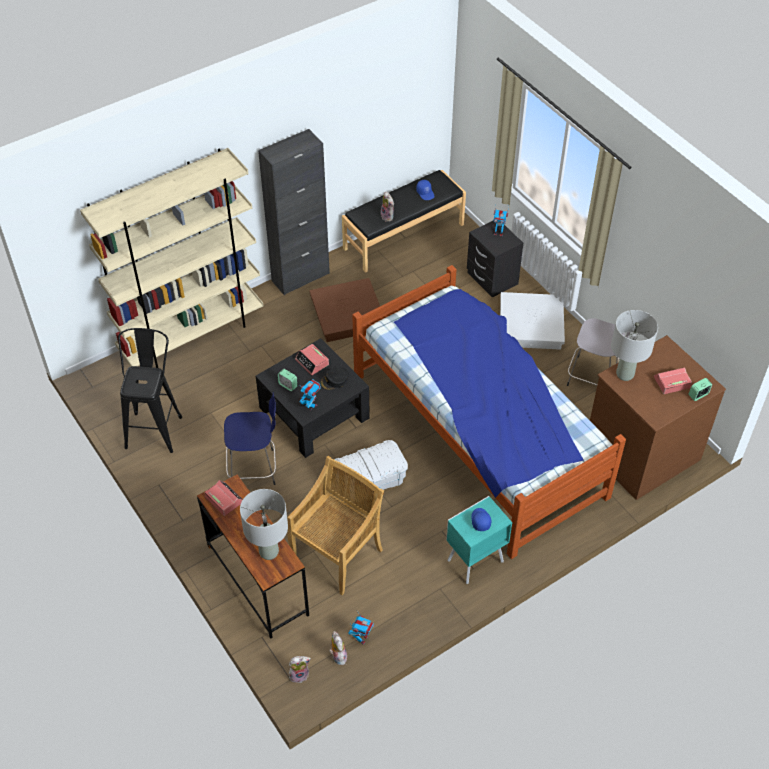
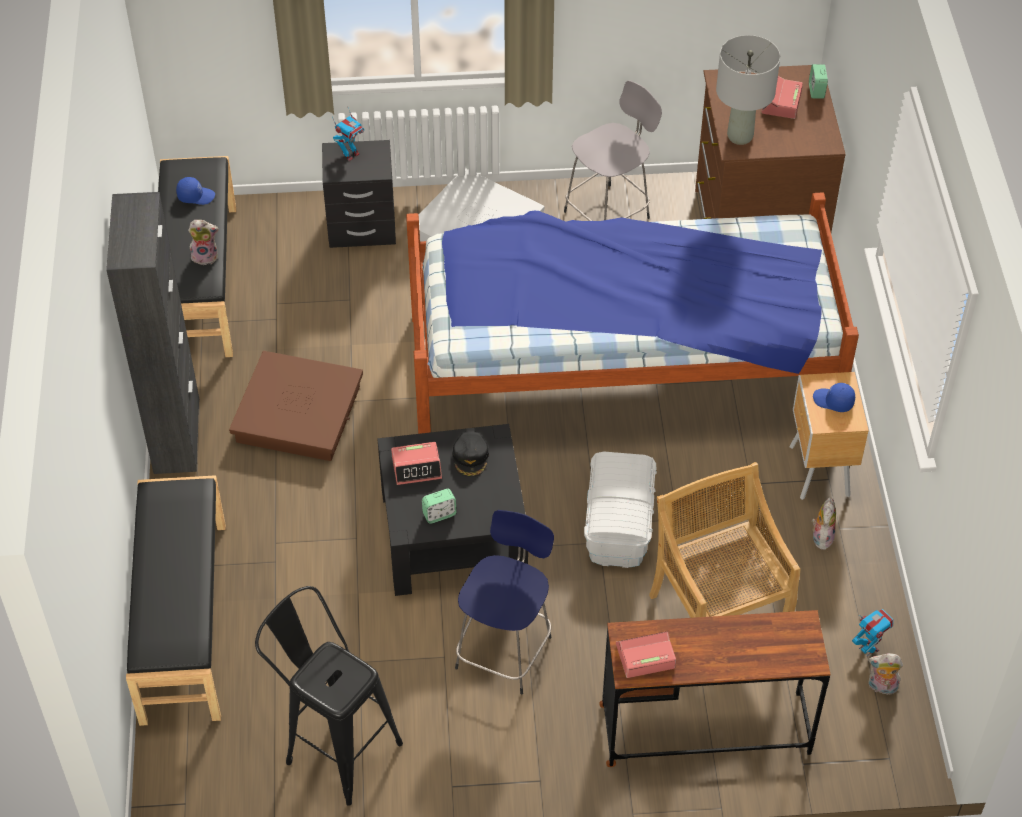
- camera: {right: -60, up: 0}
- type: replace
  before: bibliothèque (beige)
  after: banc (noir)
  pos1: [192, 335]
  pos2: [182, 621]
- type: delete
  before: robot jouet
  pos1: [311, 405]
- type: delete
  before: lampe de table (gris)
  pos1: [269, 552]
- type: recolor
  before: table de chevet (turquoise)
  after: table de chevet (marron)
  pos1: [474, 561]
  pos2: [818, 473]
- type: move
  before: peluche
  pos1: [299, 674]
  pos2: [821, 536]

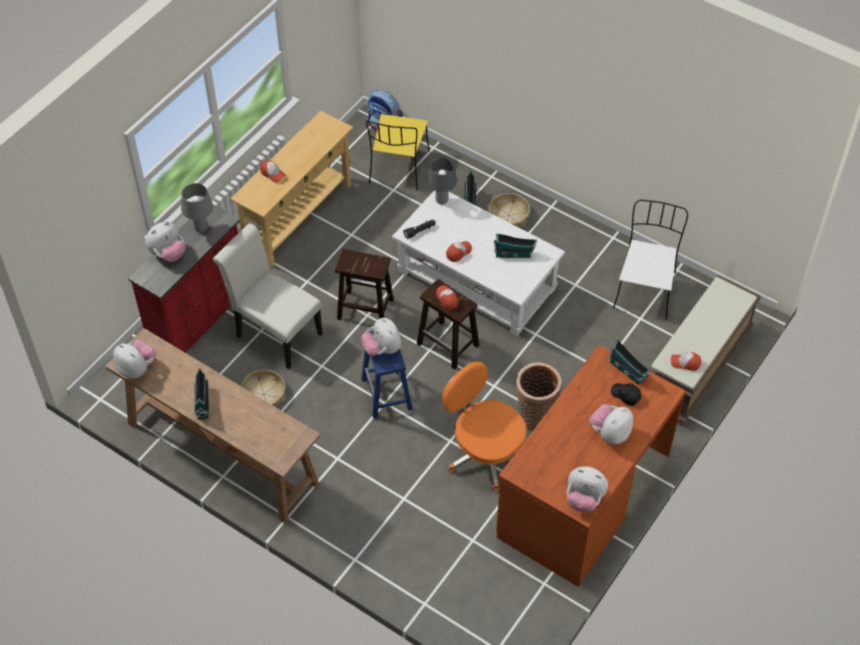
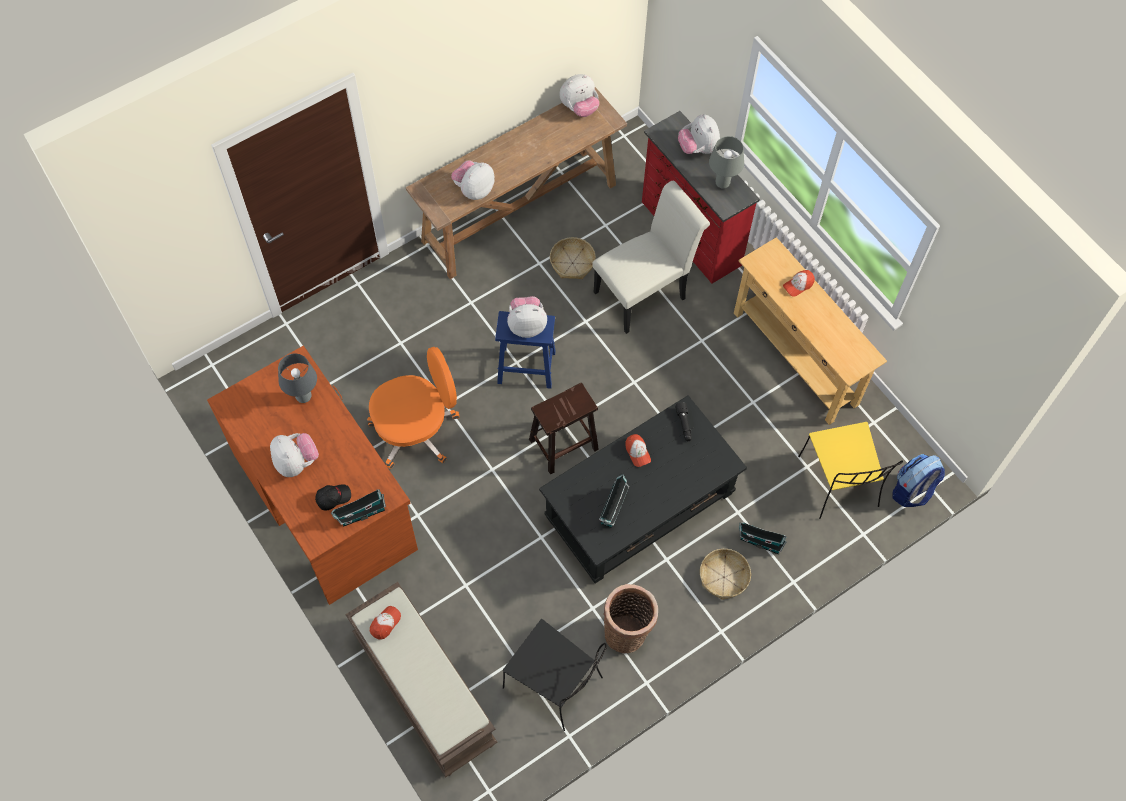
- camera: {right: 110, up: 10}
- type: rotate
  before: chaise (jaune)
  pos1: [398, 168]
  pos2: [839, 483]
  turn: -135
- type: move
  before: lampe de table (gris)
  pos1: [441, 201]
  pos2: [303, 397]
- type: recolor
  before: table basse (blanc)
  after: table basse (noir)
  pos1: [476, 280]
  pos2: [640, 505]
- type: recolor
  before: chaise (blanc)
  after: chaise (noir)
  pos1: [645, 289]
  pos2: [555, 684]
- type: delete
  before: tabouret (marron)
  pos1: [364, 309]
- type: delete
  before: casquette
  pos1: [447, 299]
- type: move
  before: panier
  pos1: [535, 416]
  pos2: [627, 632]
- type: delete
  before: maison miniature
  pos1: [202, 401]
- type: move
  before: peluche
  pos1: [584, 499]
  pos2: [474, 190]

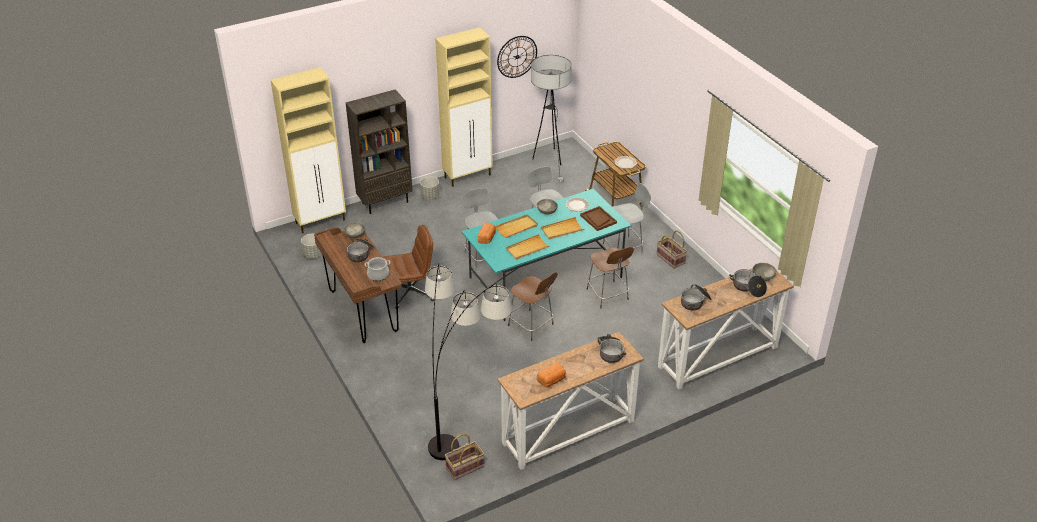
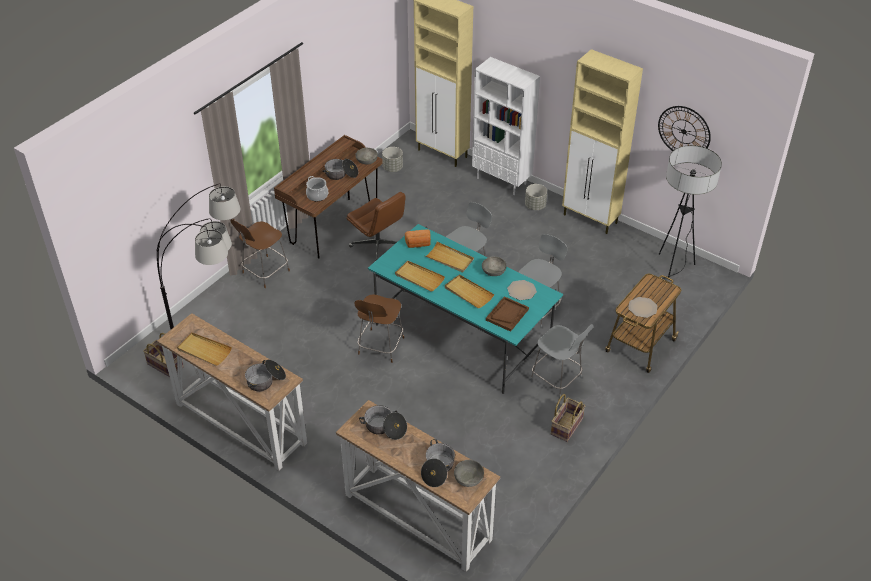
- camera: {right: 65, up: 5}
- type: recolor
  before: bibliothèque (marron)
  after: bibliothèque (blanc)
  pos1: [385, 202]
  pos2: [502, 181]
- type: move
  before: chaise (marron)
  pos1: [608, 295]
  pos2: [264, 273]
- type: replace
  before: pain
  after: plateau (beige)
  pos1: [552, 380]
  pos2: [204, 350]

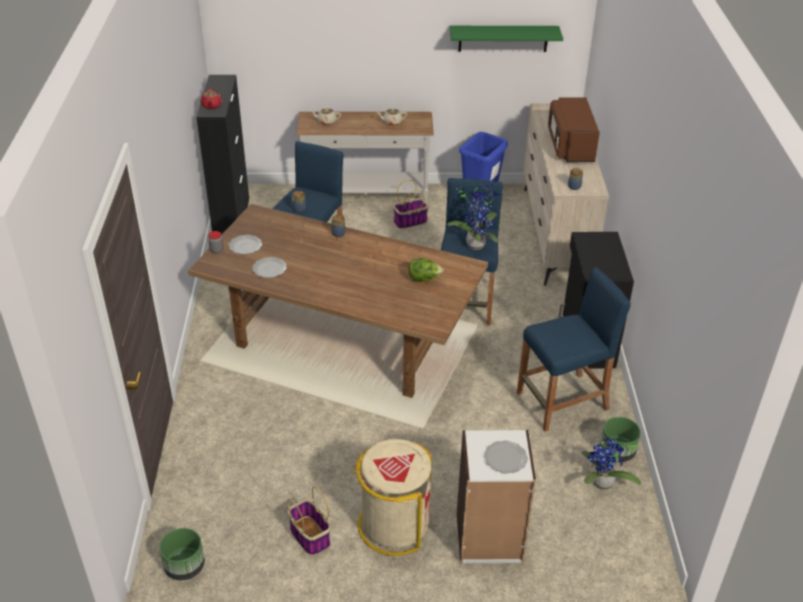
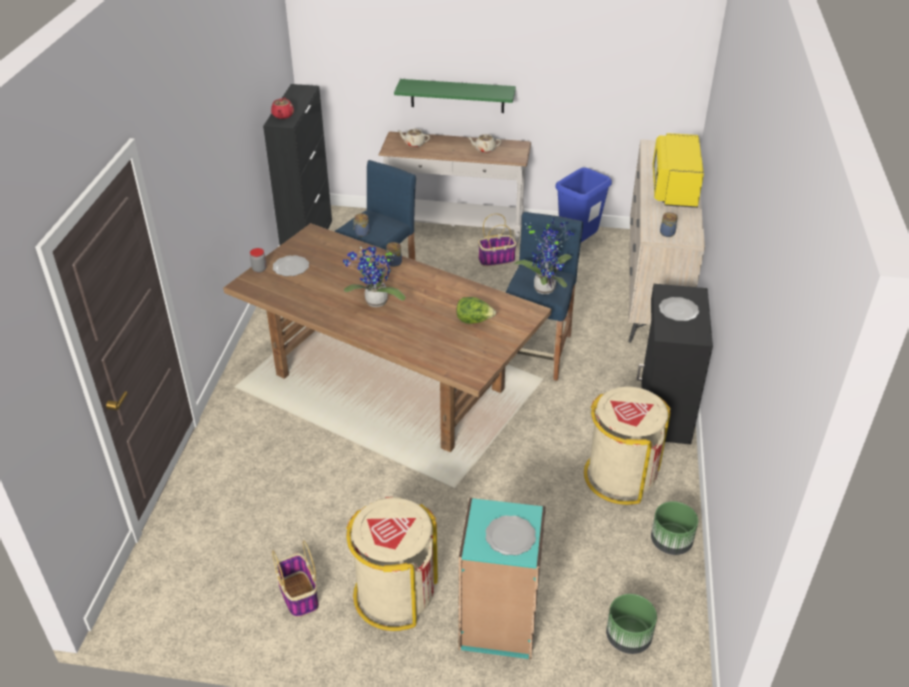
- camera: {right: 10, up: 0}
- type: move
  before: étagère (vert)
  pos1: [503, 38]
  pos2: [457, 96]
- type: recolor
  before: micro-ondes (marron)
  after: micro-ondes (jaune)
  pos1: [570, 146]
  pos2: [674, 188]
- type: move
  before: assiette
  pos1: [269, 268]
  pos2: [678, 310]
- type: replace
  before: tabouret (bleu)
  after: poubelle (beige)
  pos1: [563, 401]
  pos2: [620, 476]
- type: recolor
  before: bibliothèque (blanc)
  after: bibliothèque (turquoise)
  pos1: [489, 538]
  pos2: [498, 625]
- type: move
  before: plante en pot
  pos1: [602, 484]
  pos2: [374, 303]
- type: move
  before: cache-pot (vert)
  pos1: [184, 567]
  pos2: [628, 638]

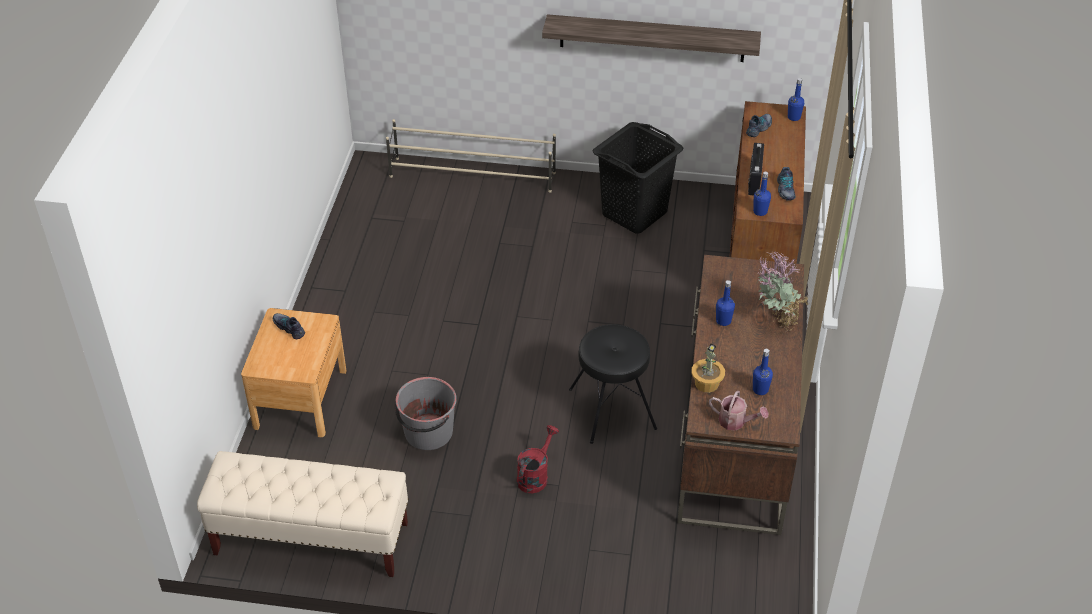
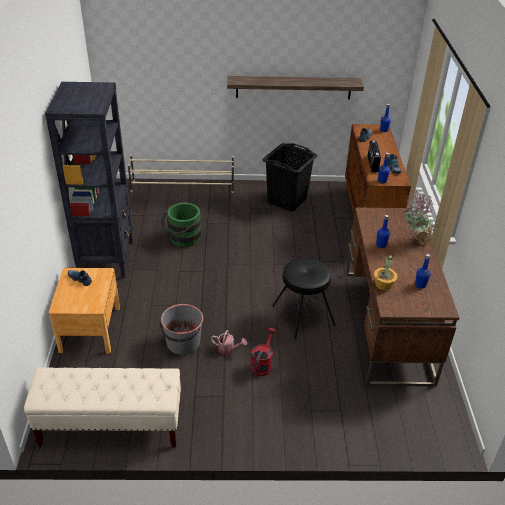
- camera: {right: -10, up: -5}
- type: move
  before: arrosoir
  pos1: [736, 422]
  pos2: [228, 349]
- type: insert
  after: bibliothèque (noir)
  pos2: [107, 258]
- type: insert
  after: seau (vert)
  pos2: [182, 239]

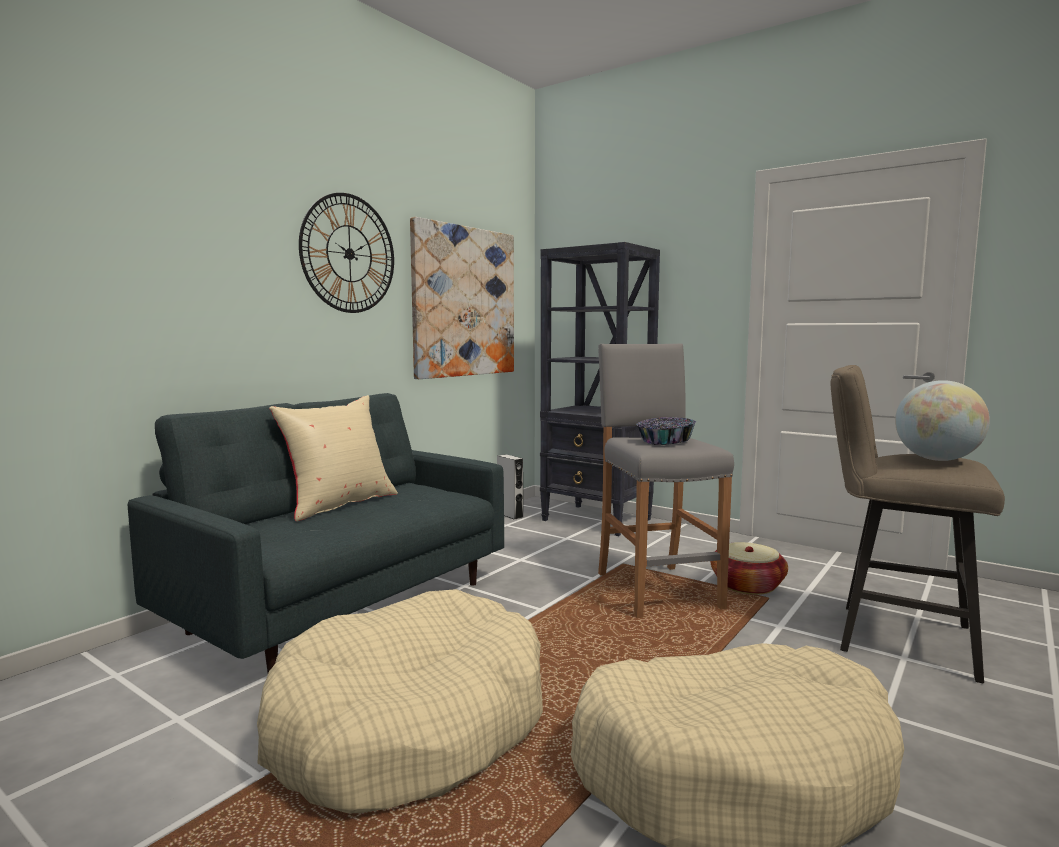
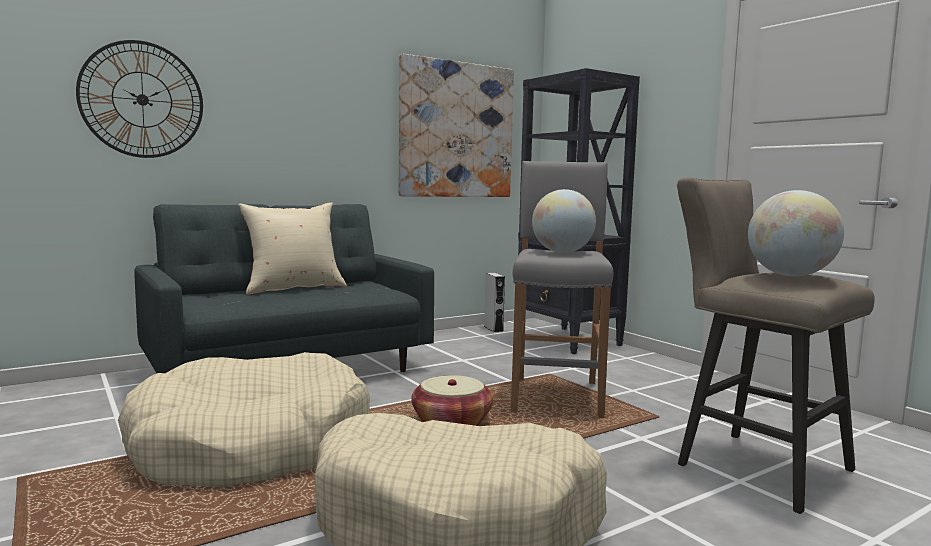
- camera: {right: 20, up: 0}
- type: move
  before: horloge murale
  pos1: [349, 254]
  pos2: [142, 100]
- type: replace
  before: bol
  after: globe
  pos1: [665, 441]
  pos2: [562, 252]
- type: move
  before: panier
  pos1: [747, 585]
  pos2: [452, 423]

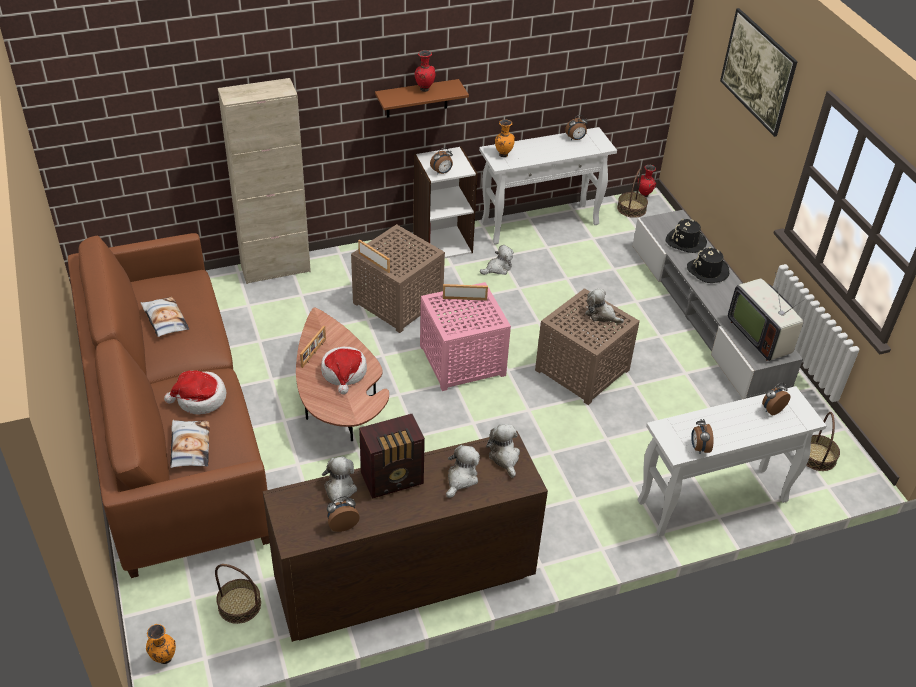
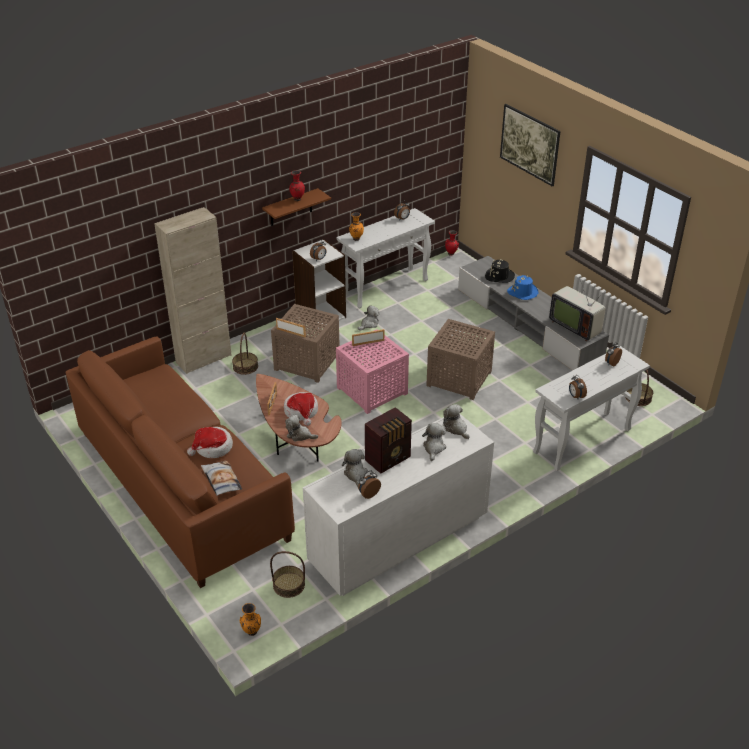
- camera: {right: -15, up: -5}
- type: move
  before: panier
  pos1: [631, 208]
  pos2: [245, 366]
- type: recolor
  before: chapeau (noir)
  after: chapeau (bleu)
  pos1: [707, 271]
  pos2: [522, 292]
- type: move
  before: peluche
  pos1: [601, 315]
  pos2: [300, 435]
- type: delete
  before: coussin
  pos1: [165, 320]
- type: recolor
  before: commode (marron)
  after: commode (blanc)
  pos1: [403, 581]
  pos2: [397, 541]

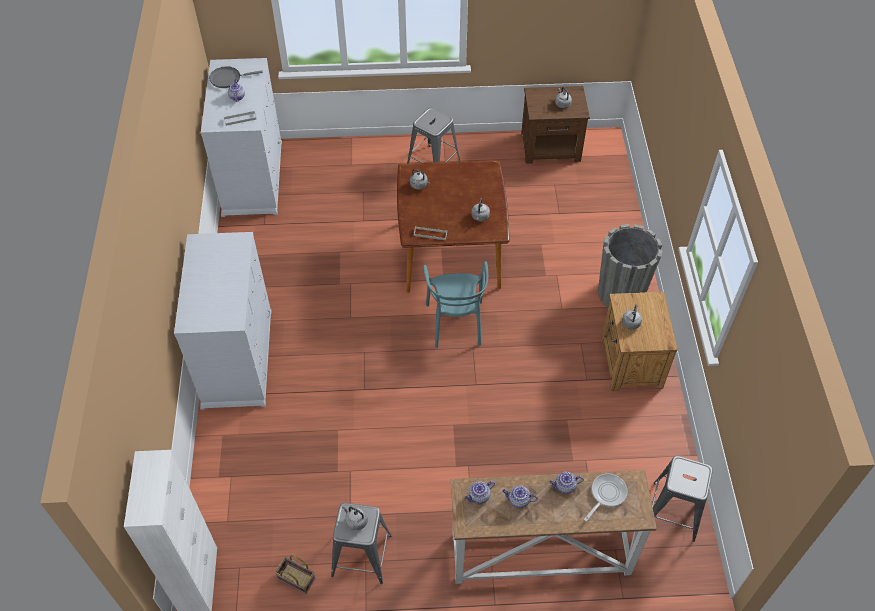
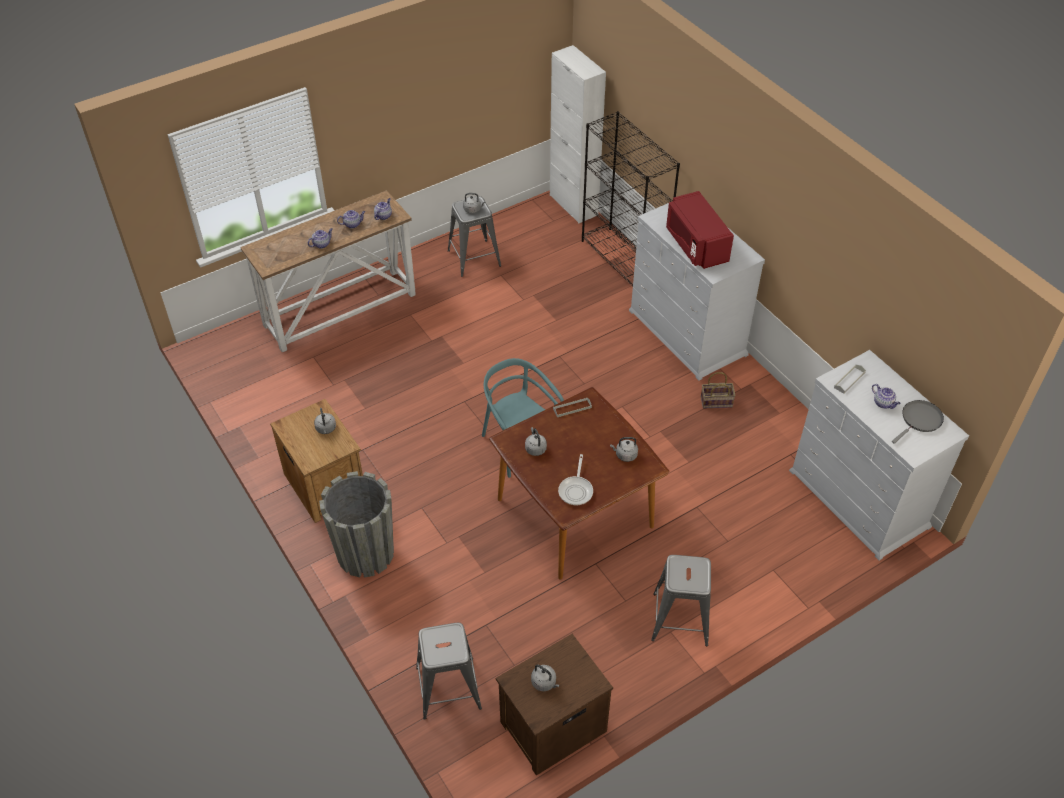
- camera: {right: 150, up: -5}
- type: move
  before: tabouret (gris)
  pos1: [673, 511]
  pos2: [448, 687]
- type: move
  before: poêle
  pos1: [606, 494]
  pos2: [576, 490]
- type: move
  before: panier
  pos1: [295, 579]
  pos2: [717, 401]
- type: insert
  after: bibliothèque (noir)
  pos2: [623, 261]
- type: insert
  after: micro-ondes (rouge)
  pos2: [696, 245]

